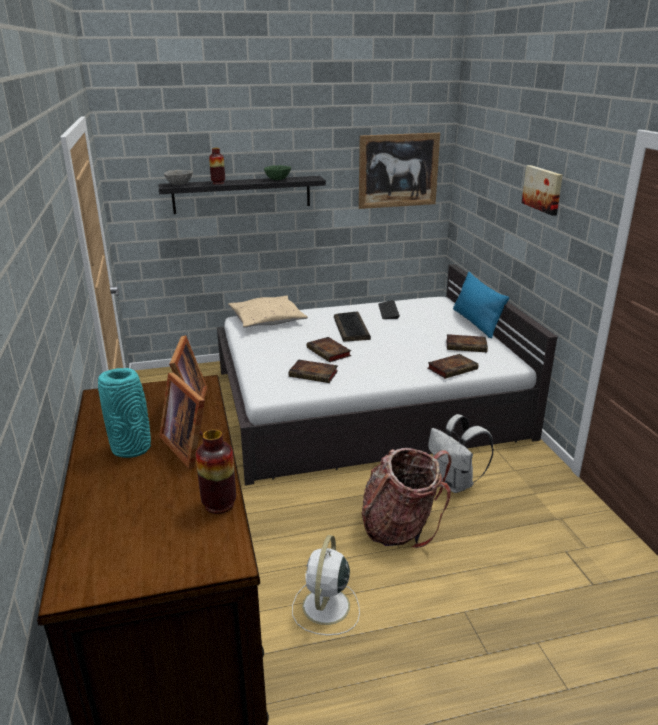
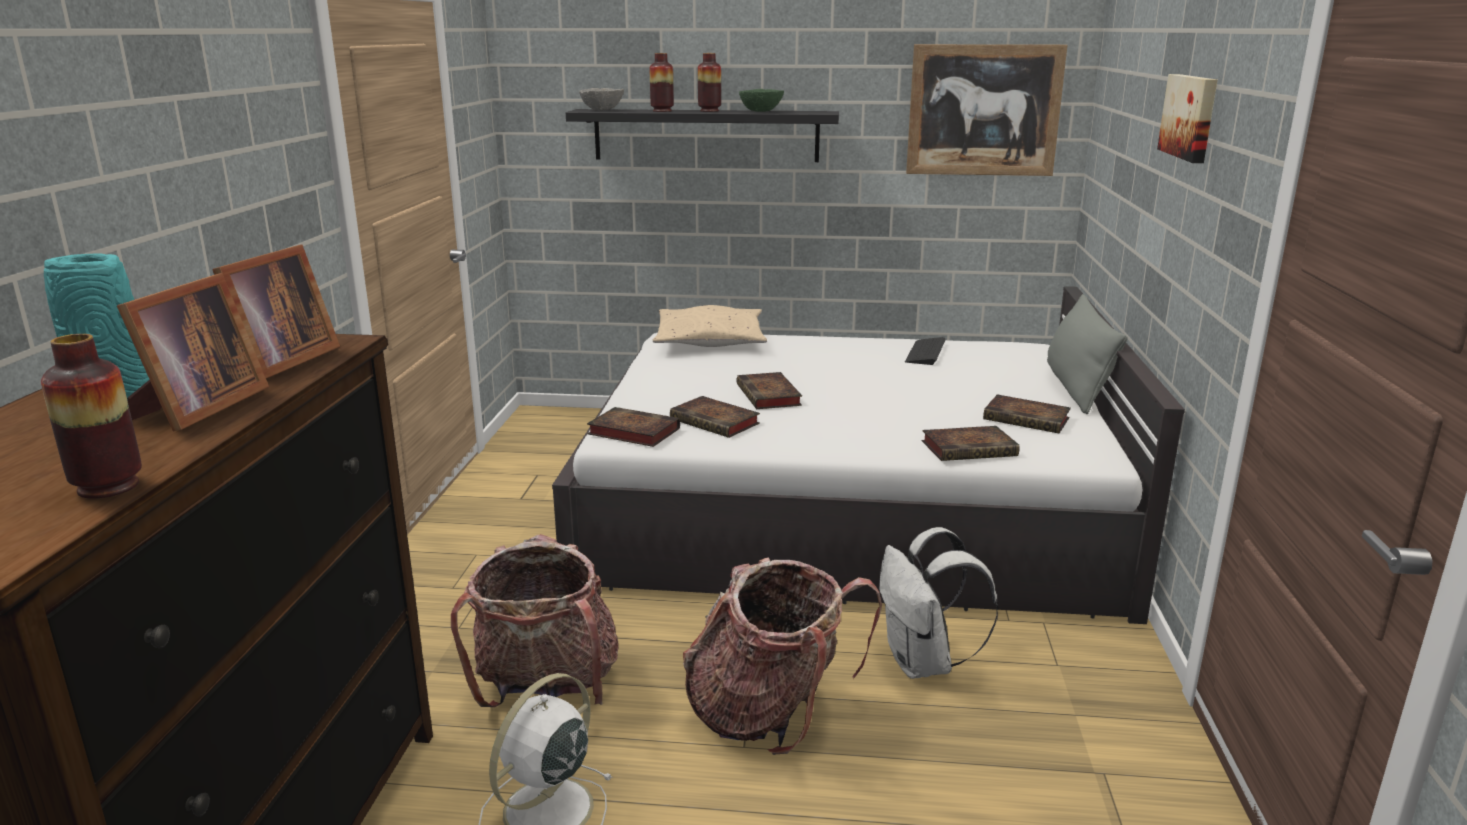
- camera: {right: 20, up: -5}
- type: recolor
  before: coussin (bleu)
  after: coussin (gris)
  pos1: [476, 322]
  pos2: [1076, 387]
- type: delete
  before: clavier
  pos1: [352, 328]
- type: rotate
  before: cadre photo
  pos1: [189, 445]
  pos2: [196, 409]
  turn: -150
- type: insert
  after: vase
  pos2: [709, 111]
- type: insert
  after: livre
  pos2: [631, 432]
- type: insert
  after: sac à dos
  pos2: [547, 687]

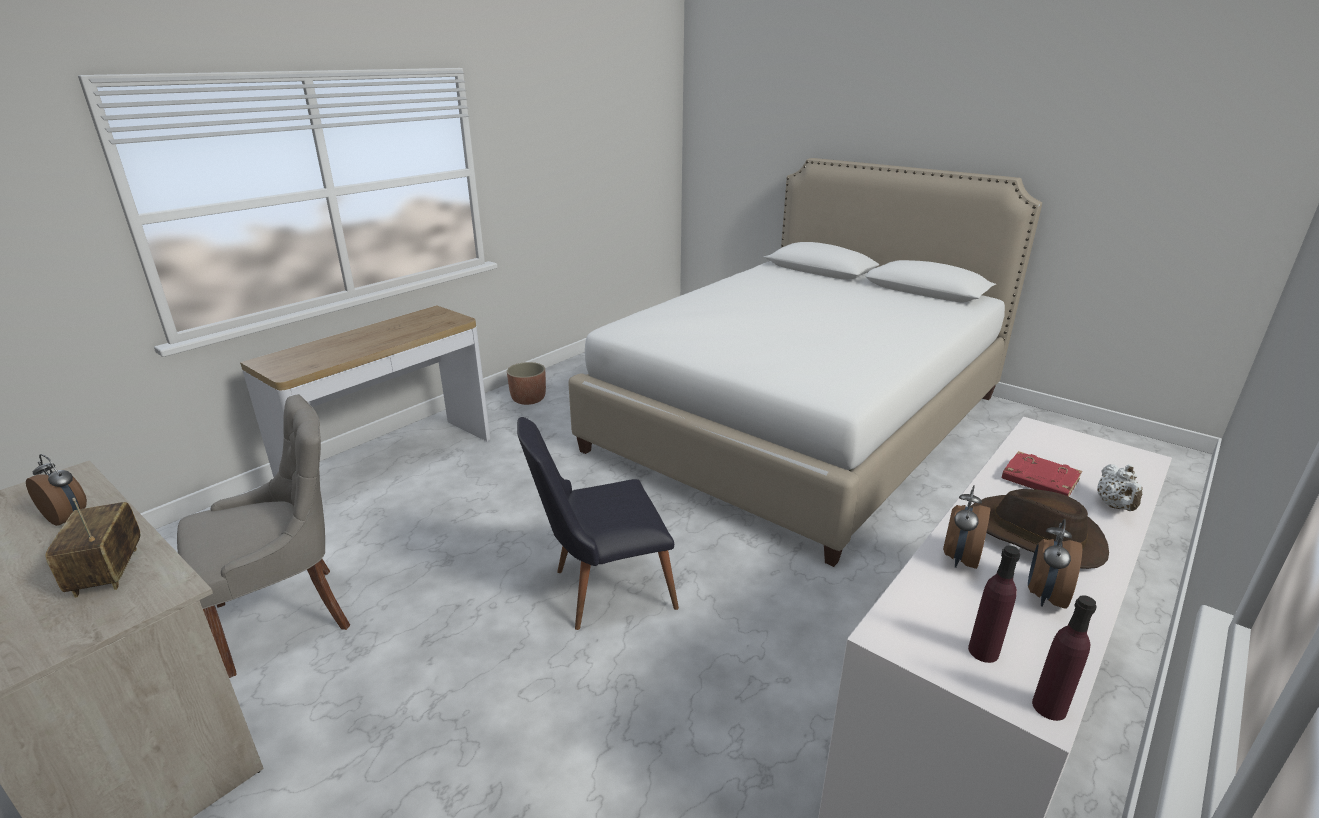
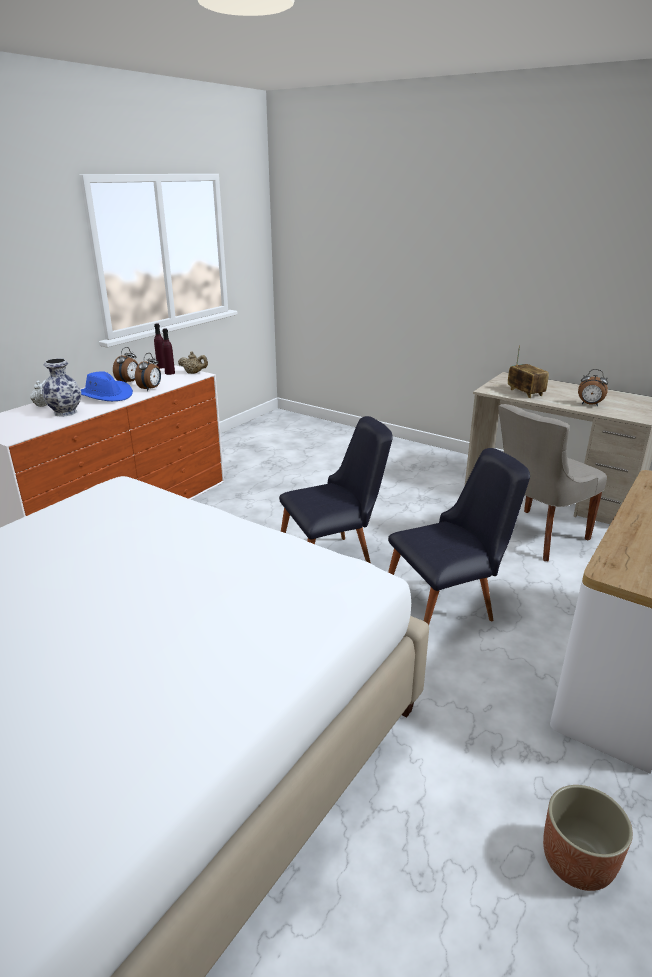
- camera: {right: 175, up: 0}
- type: replace
  before: livre (rouge)
  after: vase
  pos1: [1038, 481]
  pos2: [66, 412]
- type: recolor
  before: chapeau (marron)
  after: chapeau (bleu)
  pos1: [1035, 536]
  pos2: [105, 395]
- type: insert
  after: théière (beige)
  pos2: [194, 373]
- type: insert
  after: chaise (noir)
  pos2: [447, 607]

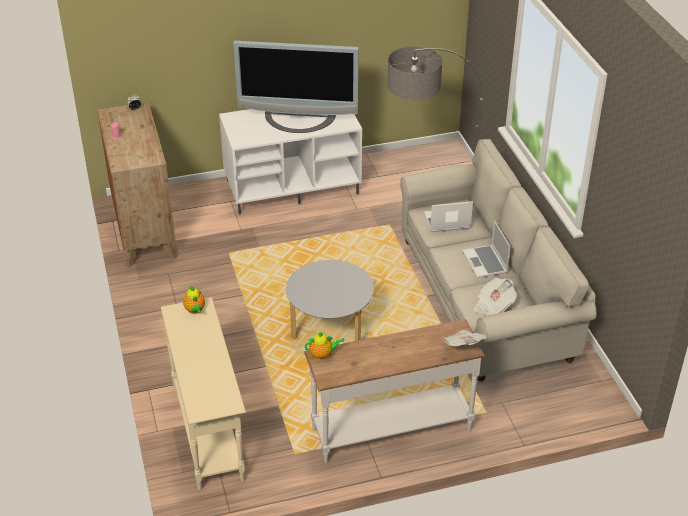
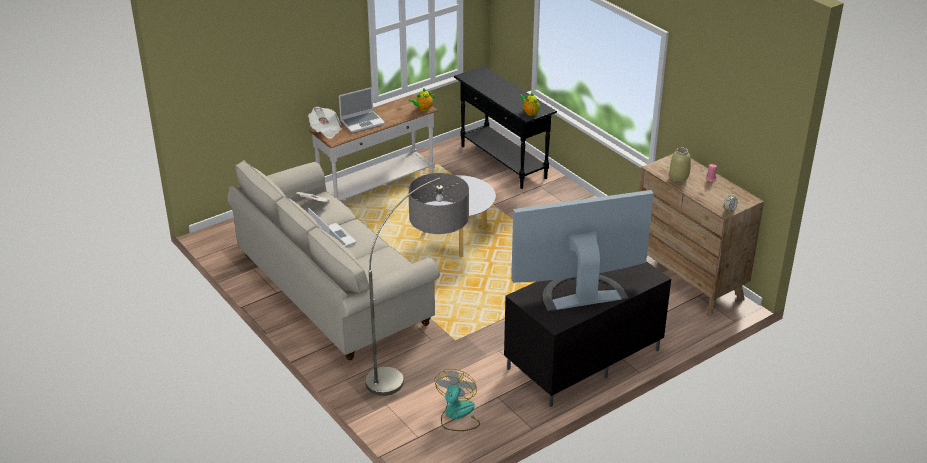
- camera: {right: 160, up: -5}
- type: recolor
  before: meuble télé (blanc)
  after: meuble télé (noir)
  pos1: [293, 186]
  pos2: [583, 360]
- type: move
  before: ordinateur portable
  pos1: [446, 222]
  pos2: [362, 122]
- type: recolor
  before: table console (beige)
  after: table console (noir)
  pos1: [208, 433]
  pos2: [503, 162]
- type: insert
  after: vase (beige)
  pos2: [679, 177]
- type: insert
  after: ventilateur
  pos2: [457, 415]

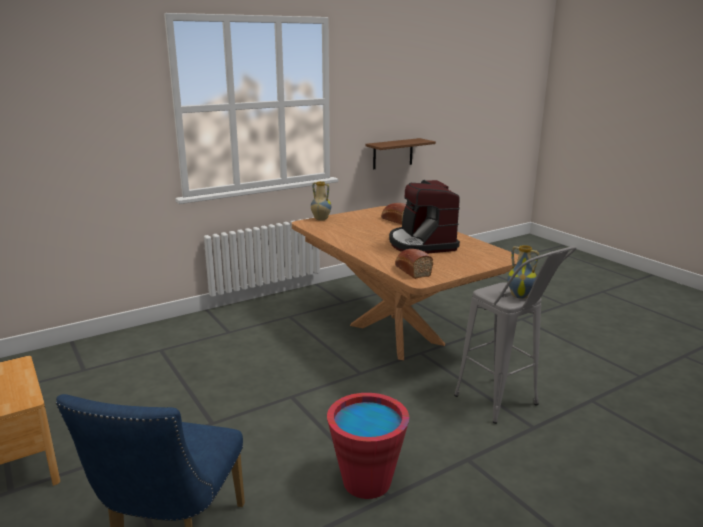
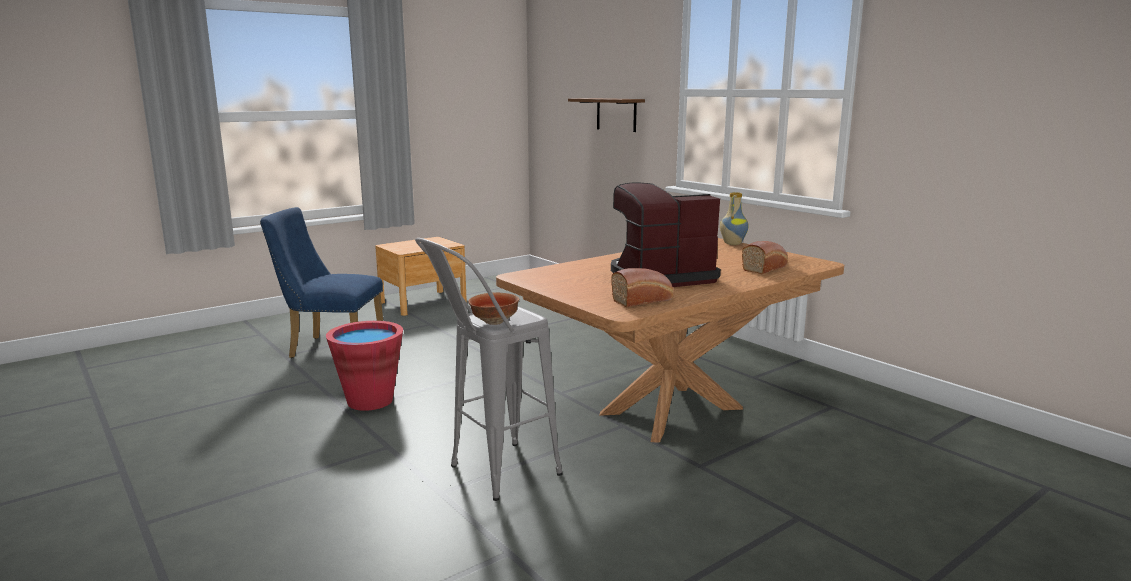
- camera: {right: 85, up: -5}
- type: move
  before: étagère (marron)
  pos1: [393, 153]
  pos2: [616, 114]
- type: replace
  before: vase
  after: bol
  pos1: [520, 296]
  pos2: [494, 322]
- type: move
  before: pain
  pos1: [412, 270]
  pos2: [643, 300]

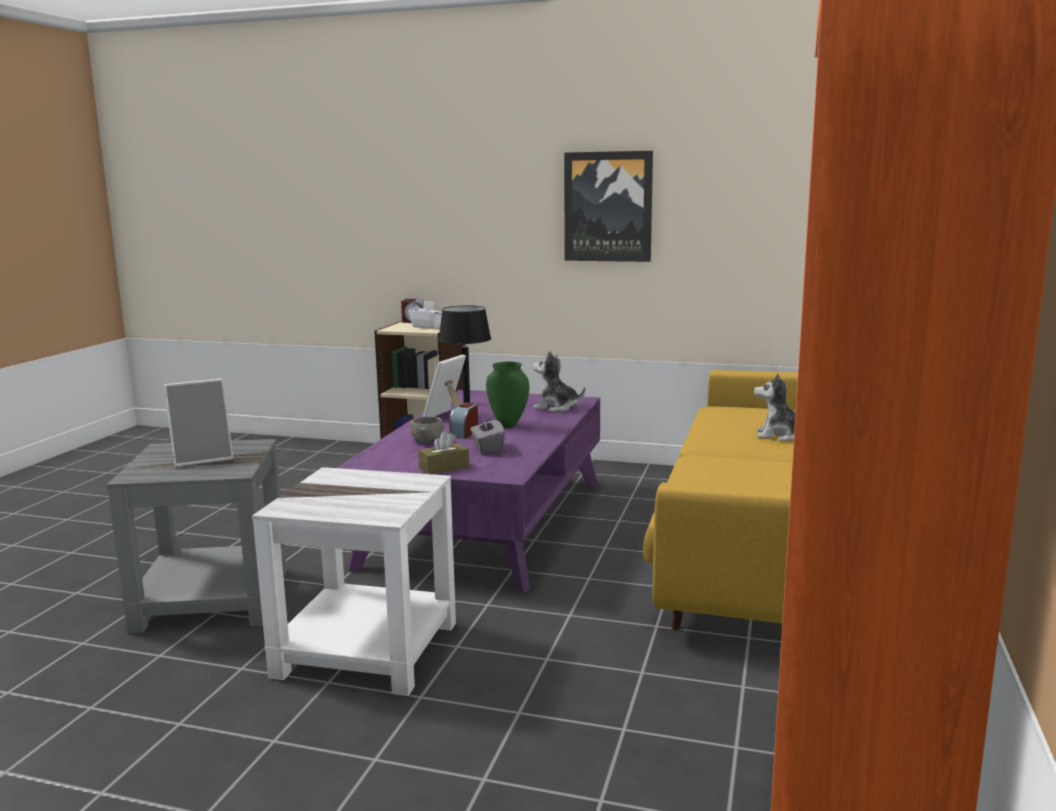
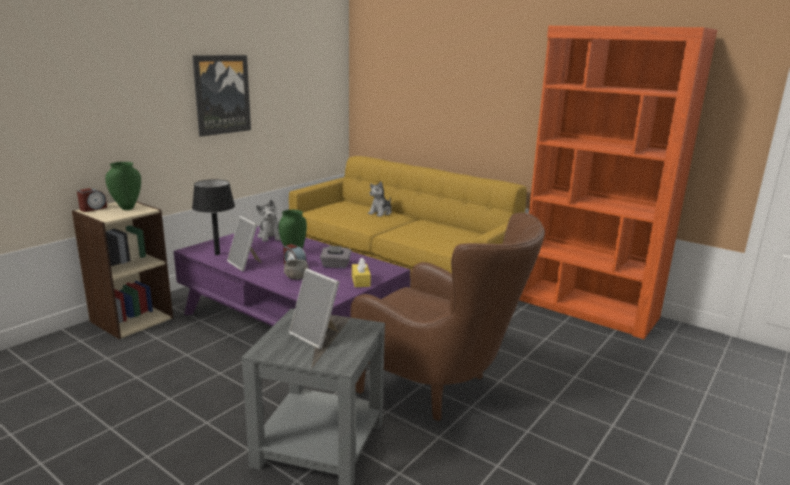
- camera: {right: -70, up: 5}
- type: replace
  before: boîte à mouchoirs (blanc)
  after: vase (vert)
  pos1: [428, 327]
  pos2: [127, 208]
- type: rotate
  before: peluche
  pos1: [556, 407]
  pos2: [270, 236]
  turn: -60
- type: rotate
  before: cadre photo
  pos1: [203, 458]
  pos2: [317, 336]
  turn: 135
- type: recolor
  before: boîte à mouchoirs (marron)
  after: boîte à mouchoirs (jaune)
  pos1: [444, 467]
  pos2: [360, 281]
- type: replace
  before: table d'appoint (blanc)
  after: fauteuil (marron)
  pos1: [364, 650]
  pos2: [440, 390]

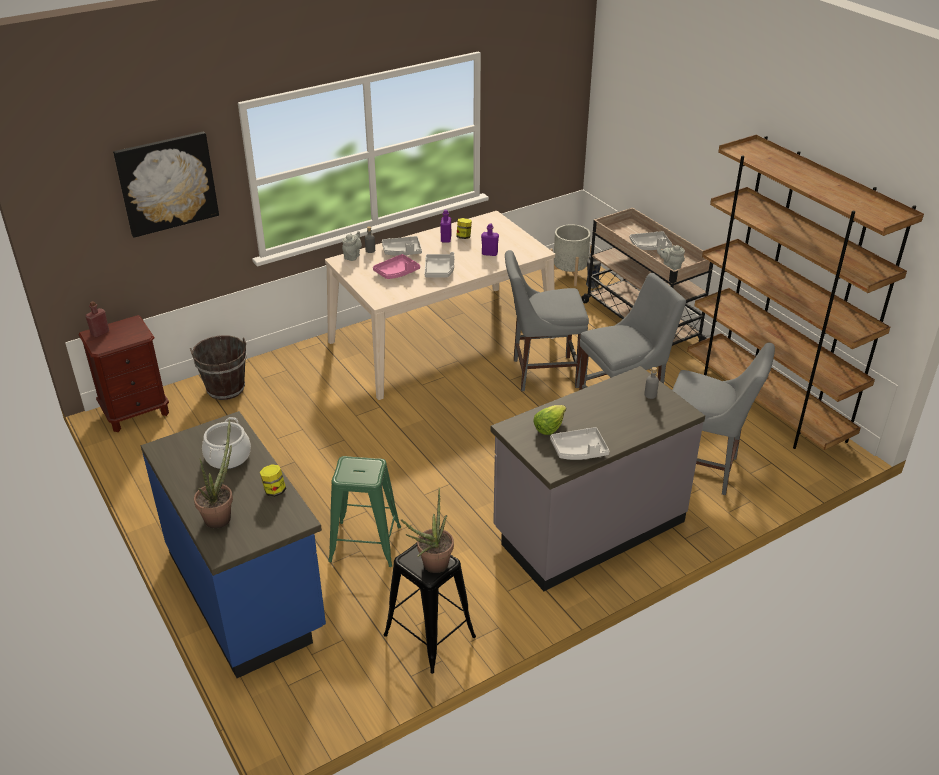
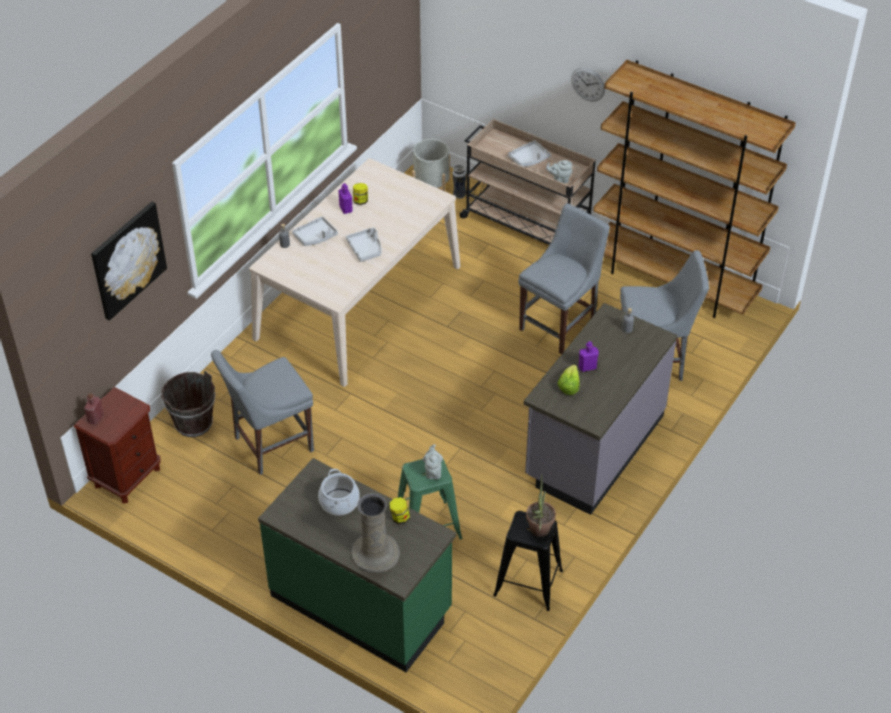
- camera: {right: -25, up: 10}
- type: move
  before: bouteille (violet)
  pos1: [489, 253]
  pos2: [587, 367]
- type: move
  before: théière (gris)
  pos1: [352, 256]
  pos2: [433, 471]
- type: move
  before: chaise (gris)
  pos1: [541, 373]
  pos2: [270, 445]
- type: delete
  before: plateau (rose)
  pos1: [397, 272]
- type: recolor
  before: comptoir de cuisine (bleu)
  after: comptoir de cuisine (vert)
  pos1: [247, 592]
  pos2: [362, 603]
- type: replace
  before: plante en pot
  after: vase (beige)
  pos1: [221, 515]
  pos2: [375, 553]
- type: delete
  before: plateau (gris)
  pos1: [579, 451]
- type: insert
  after: horloge murale
  pos2: [588, 84]

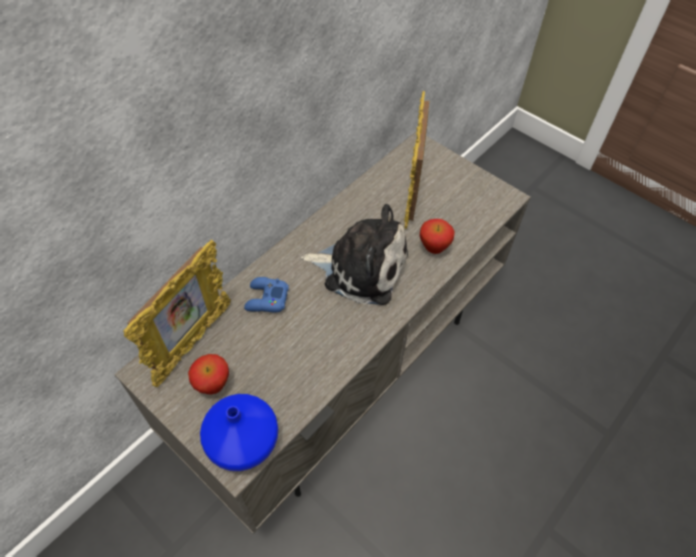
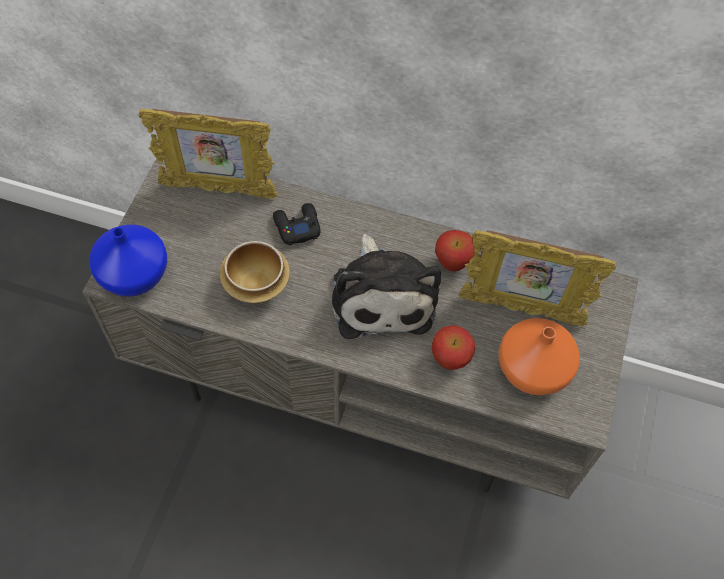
- camera: {right: 65, up: 5}
- type: rotate
  before: cadre photo
  pos1: [412, 194]
  pos2: [521, 309]
  turn: -150
- type: recolor
  before: manette (bleu)
  after: manette (noir)
  pos1: [266, 299]
  pos2: [297, 226]
- type: move
  before: pomme
  pos1: [213, 385]
  pos2: [452, 264]
- type: insert
  after: bol
  pos2: [256, 284]
- type: insert
  after: vase (orange)
  pos2: [534, 370]

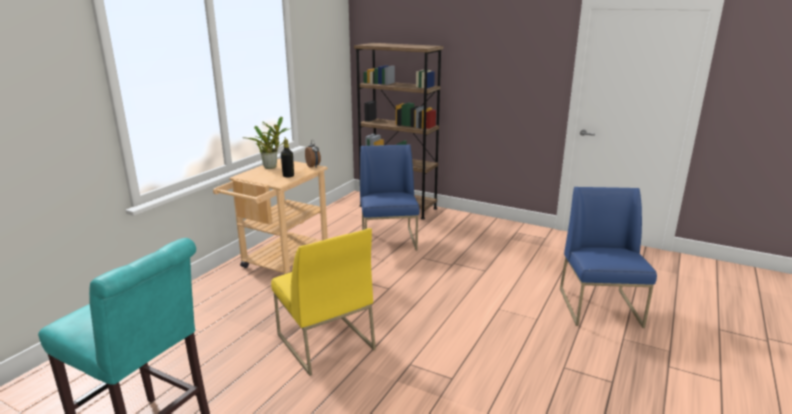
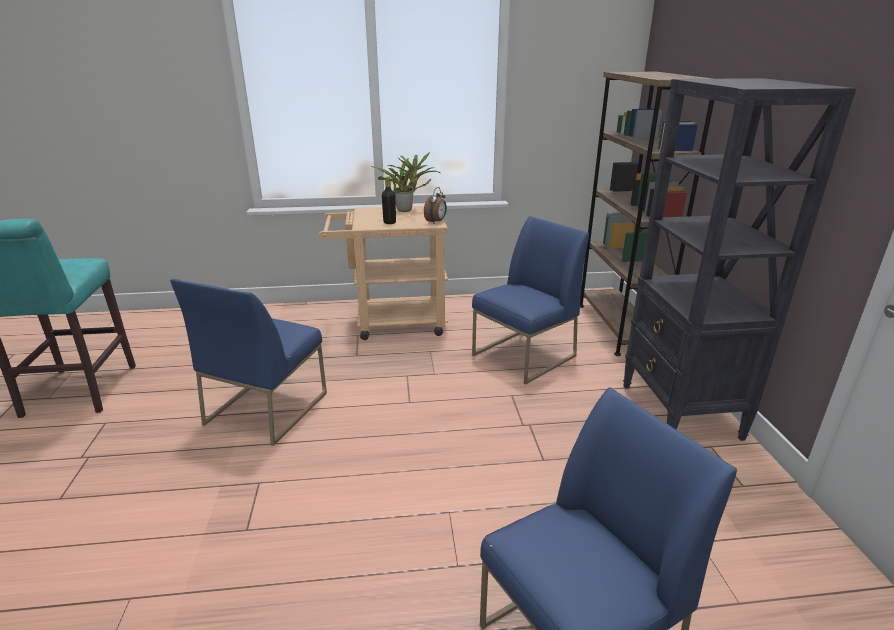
- camera: {right: 55, up: 5}
- type: recolor
  before: chaise (jaune)
  after: chaise (bleu)
  pos1: [324, 341]
  pos2: [267, 407]
- type: insert
  after: bibliothèque (noir)
  pos2: [680, 412]

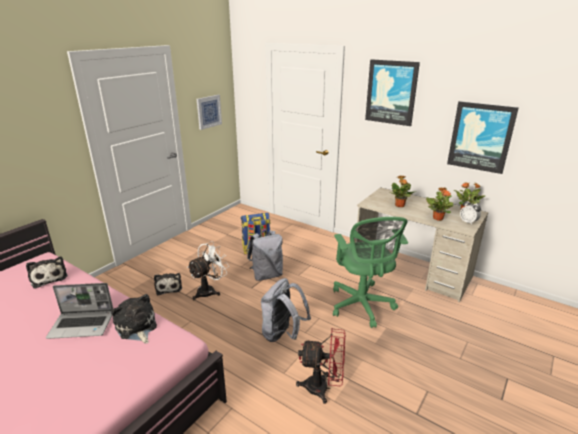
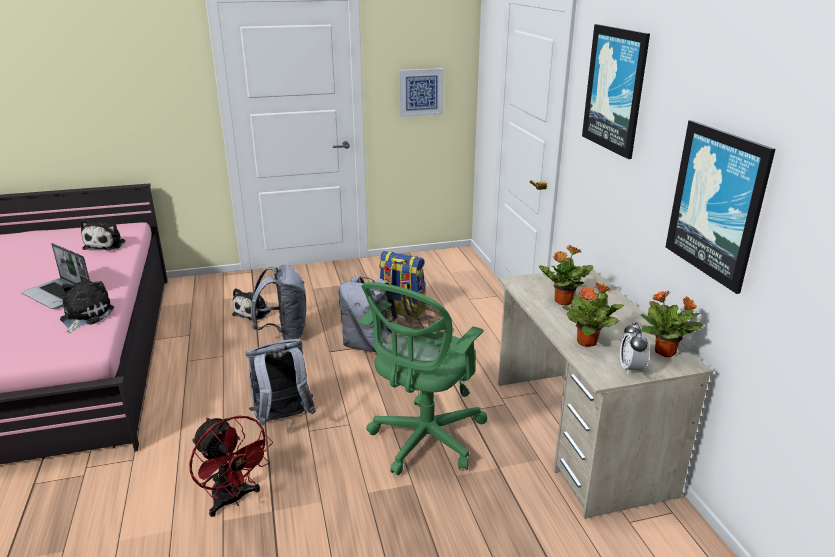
- camera: {right: 40, up: 0}
- type: replace
  before: ventilateur (blanc)
  after: sac à dos (gris)
  pos1: [209, 290]
  pos2: [284, 334]

